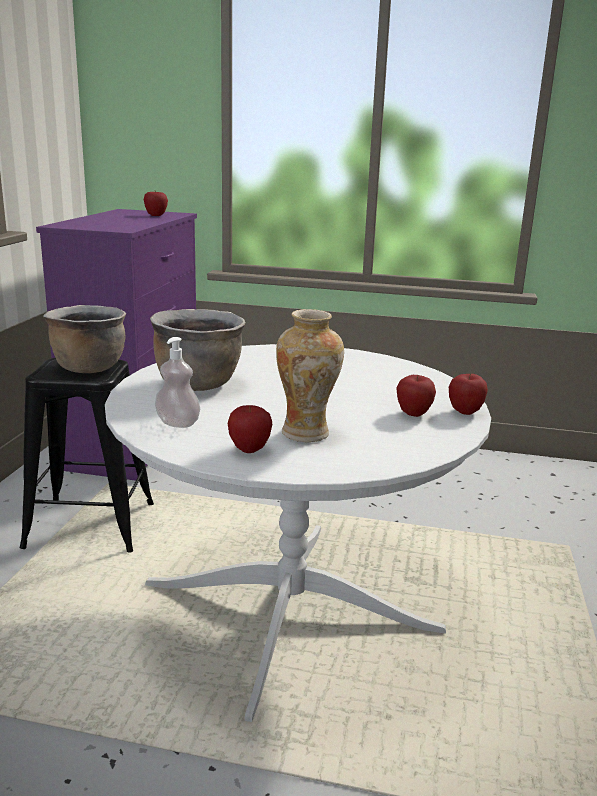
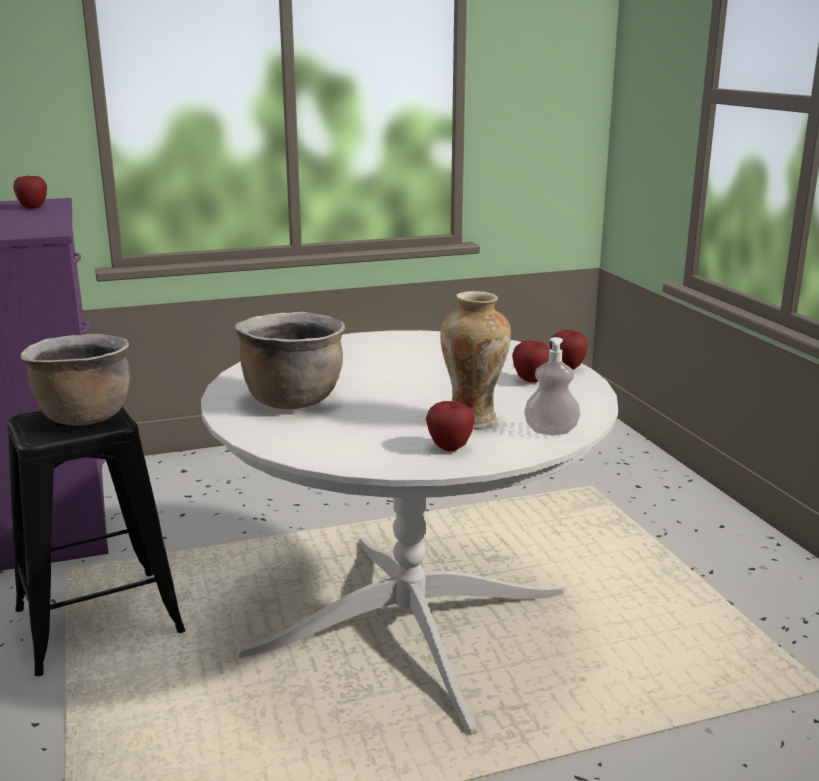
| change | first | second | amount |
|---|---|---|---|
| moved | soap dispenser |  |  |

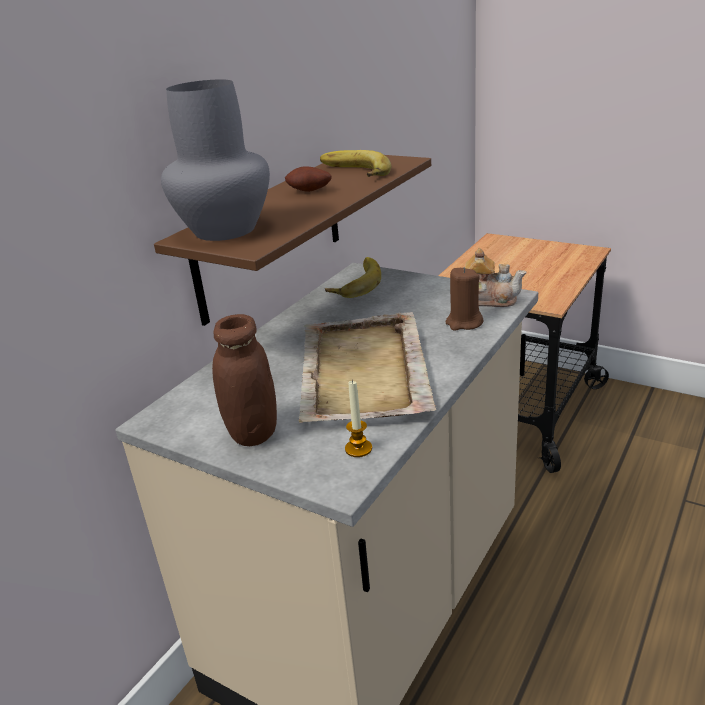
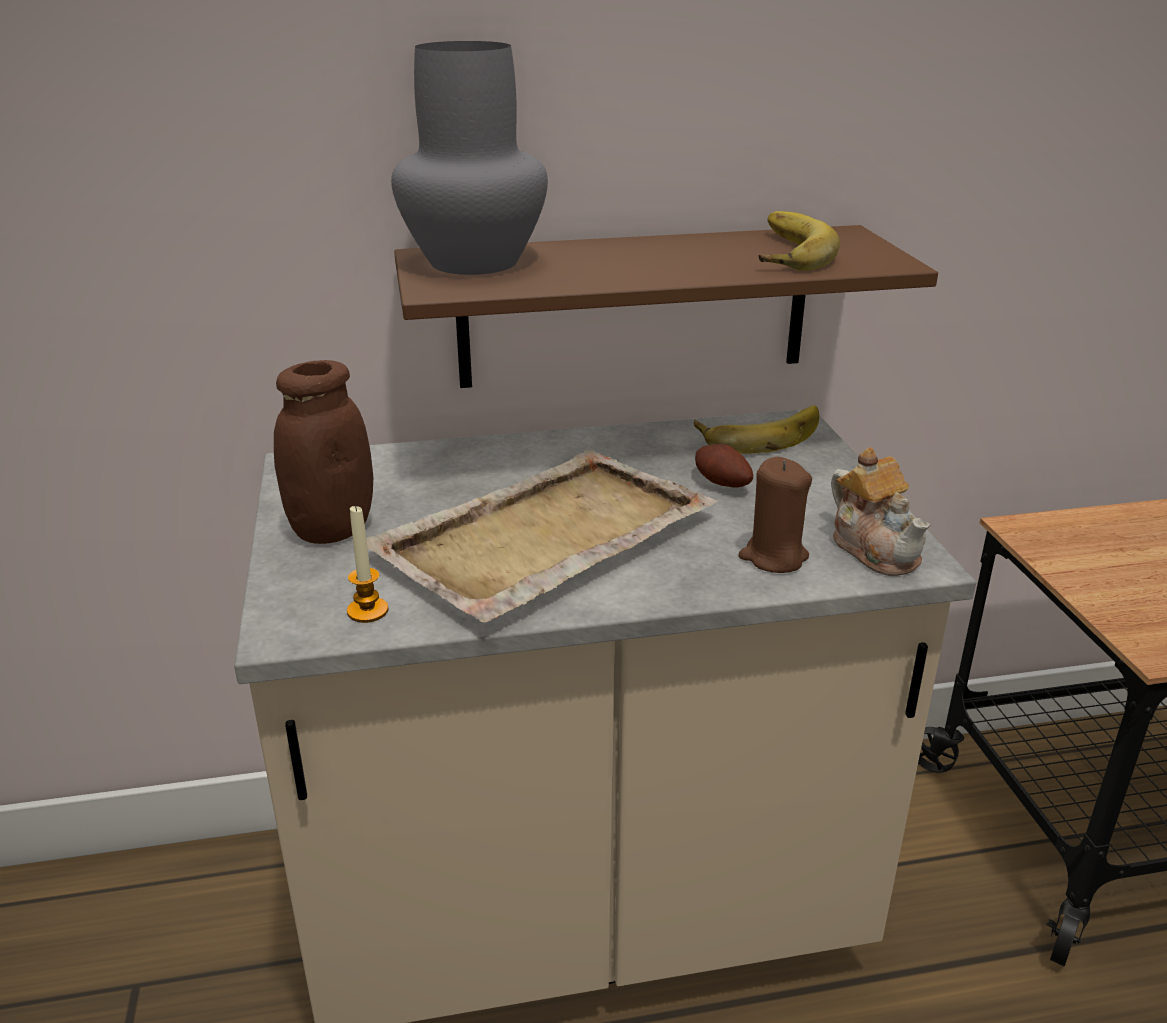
| change | first | second | amount |
|---|---|---|---|
| moved | spud |  |  |

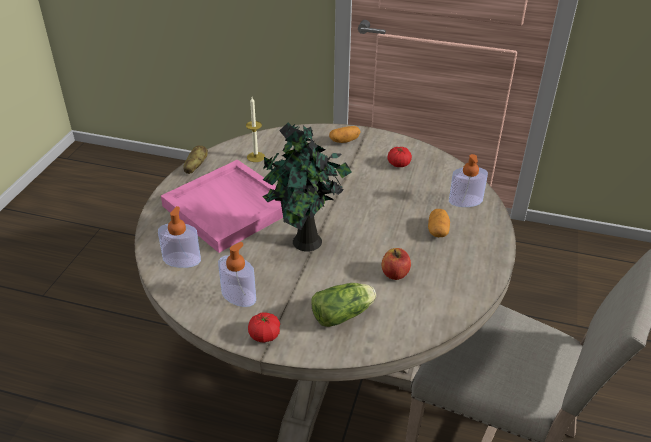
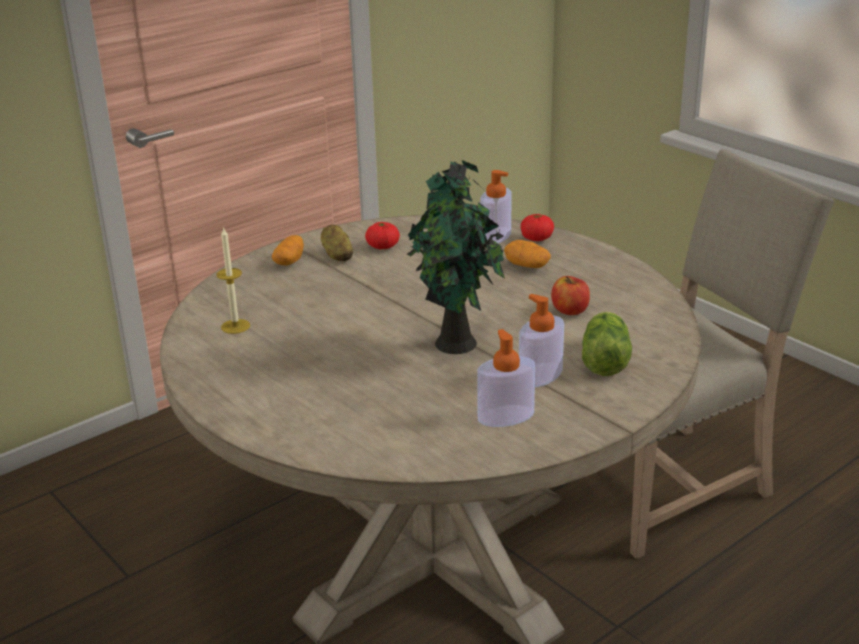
| change | first | second | amount |
|---|---|---|---|
| removed | carrying tray (pink) |  |  |
| moved | soap dispenser (1st from left in the first image) | soap dispenser (3rd from left) |  |
| moved | spud (1st from left in the first image) | spud (2nd from left) |  |
| moved | fresh tomato (1st from left in the first image) | fresh tomato (2nd from left) |  |

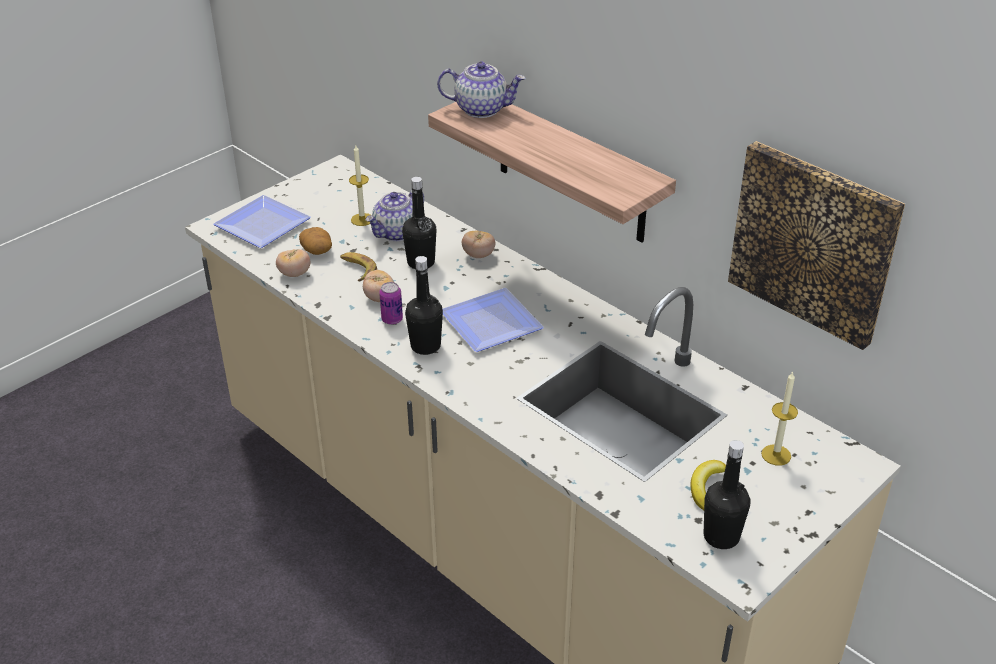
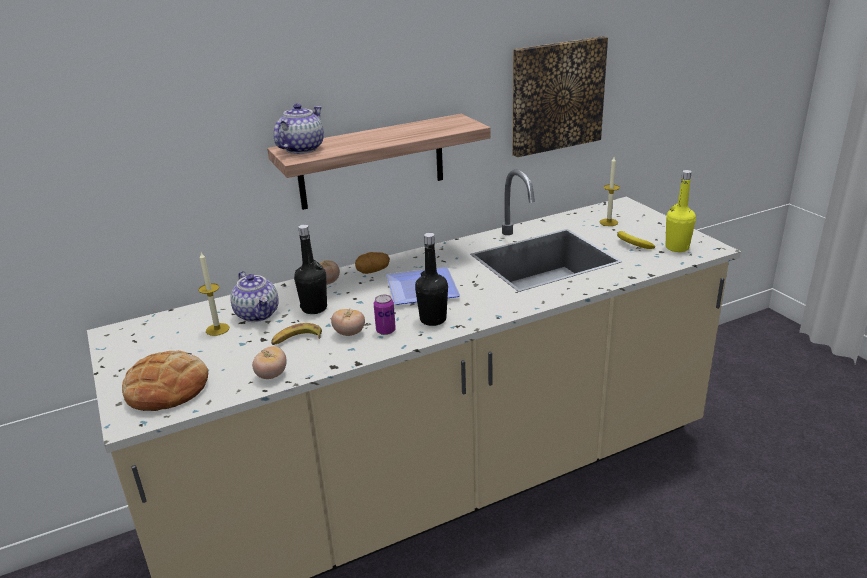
| change | first | second | amount |
|---|---|---|---|
| moved | spud |  |  |
| replaced | flat dish (1st from left) | bakery bread |  |
| recoloured | drink bottle (blackish) (3rd from left) | drink bottle (yellow) |  |

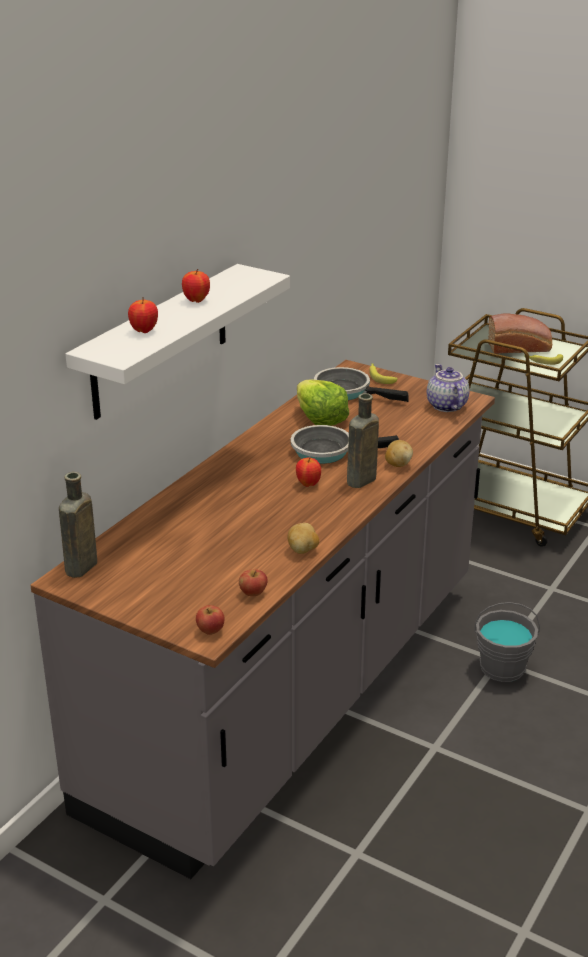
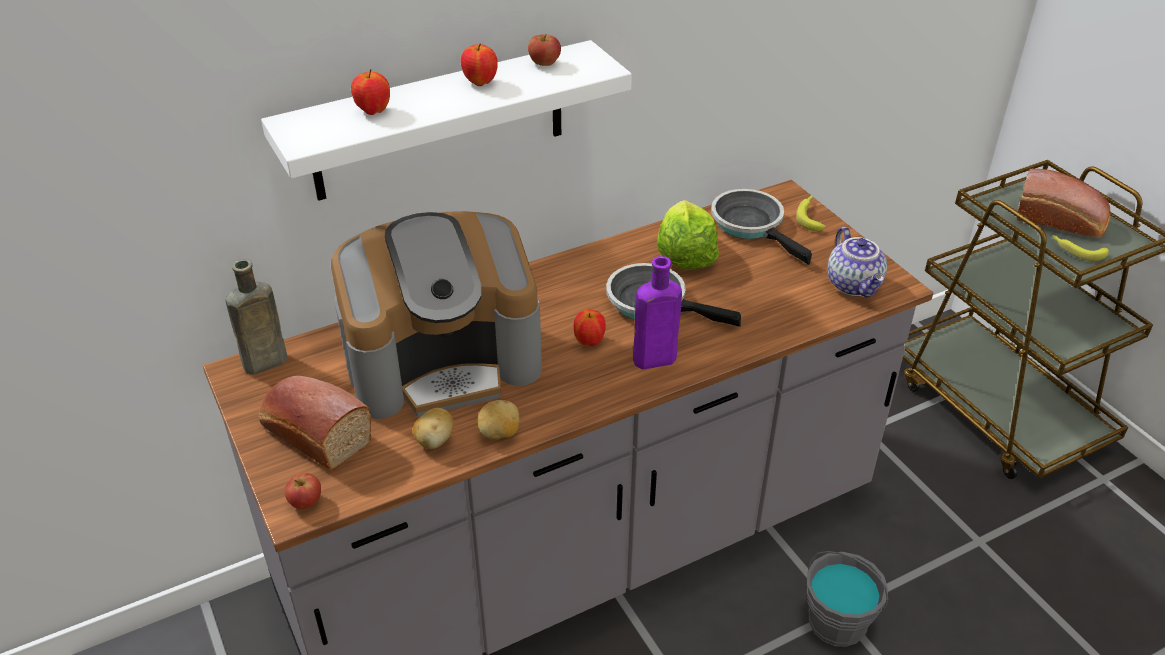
| change | first | second | amount |
|---|---|---|---|
| added |  | bakery bread (1st from left) |  |
| added |  | coffee maker |  |
| moved | whole apple (4th from left) |  |  |
| moved | spud (2nd from left in the first image) | spud (1st from left) |  |
| recoloured | drink bottle (brown-coloured) (2nd from left) | drink bottle (purplish) |  |
| turned | pot for tea |  | 150 degrees clockwise |

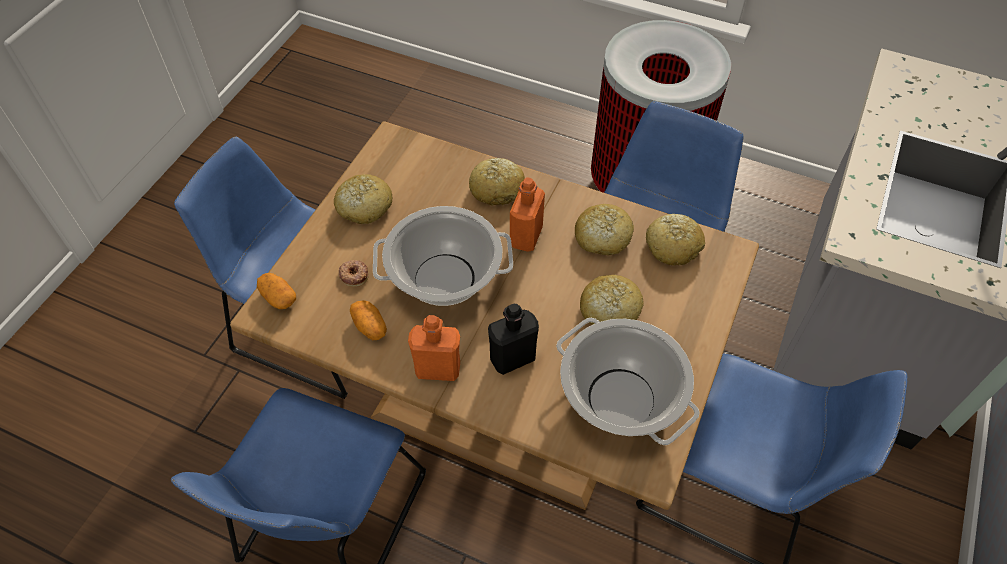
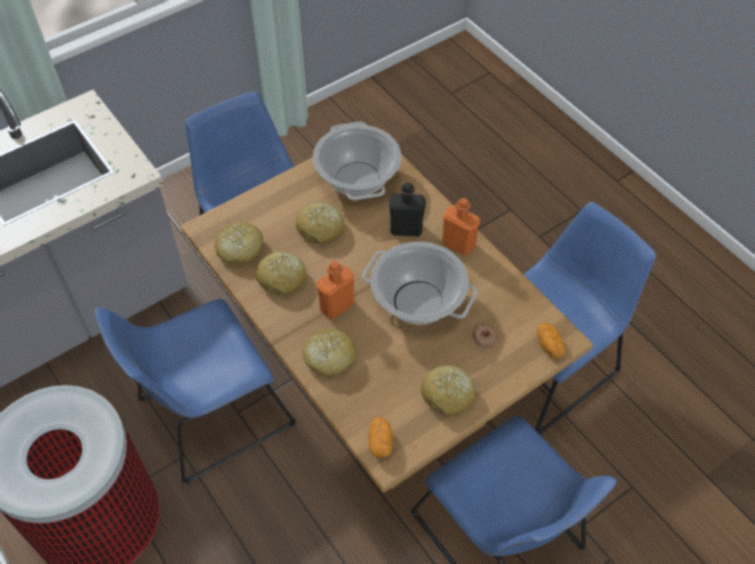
| change | first | second | amount |
|---|---|---|---|
| moved | spud (2nd from left in the first image) | spud (1st from left) |  |

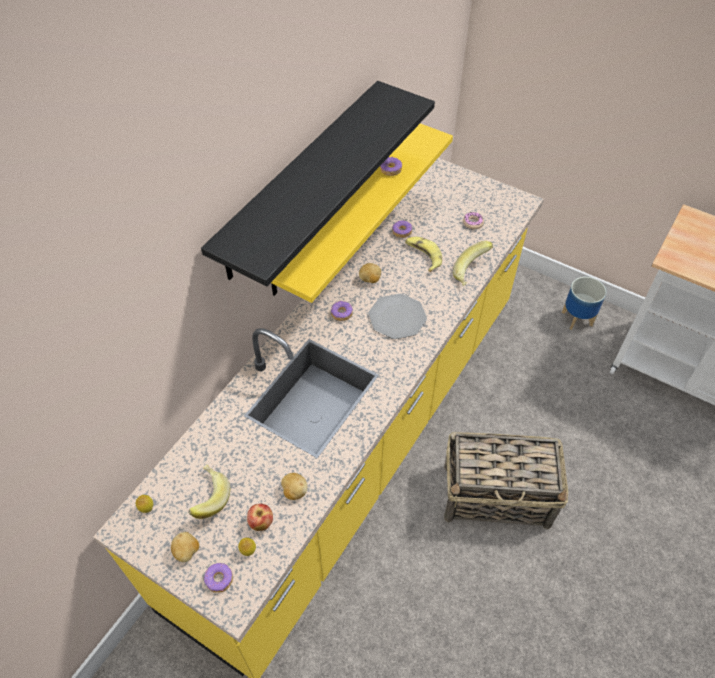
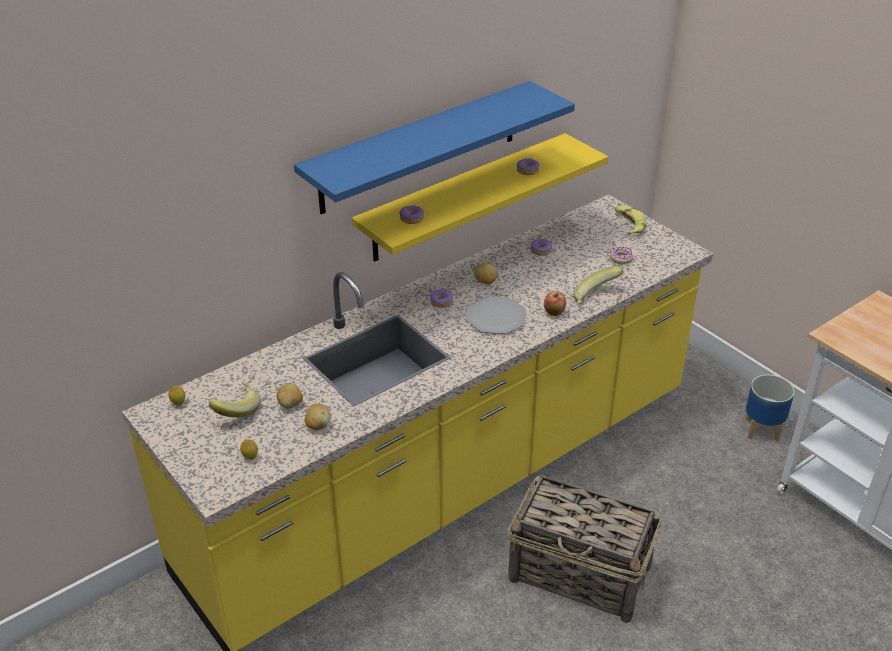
| change | first | second | amount |
|---|---|---|---|
| moved | spud (1st from left) |  |  |
| moved | donut (1st from left) |  |  |
| moved | whole apple |  |  |
| moved | whole banana (2nd from left in the first image) | whole banana (3rd from left) |  |
| recoloured | bracket shelf (blackish) | bracket shelf (bluish) |  |

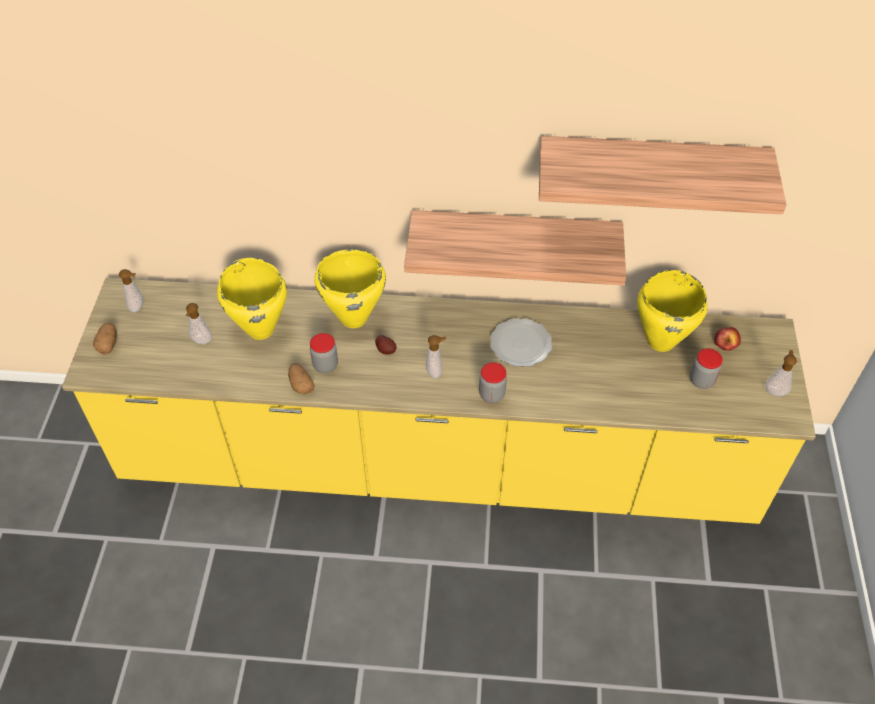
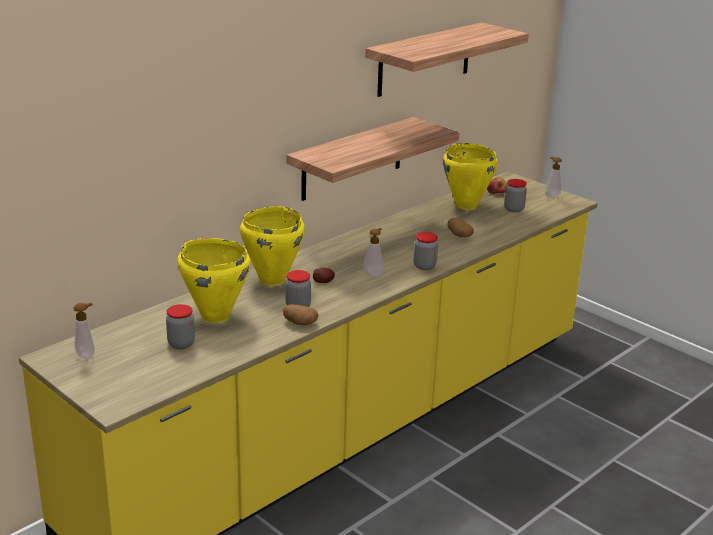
| change | first | second | amount |
|---|---|---|---|
| removed | flat dish |  |  |
| moved | spud (1st from left in the first image) | spud (3rd from left) |  |
| replaced | soap dispenser (2nd from left) | preserve jar (1st from left) |  |

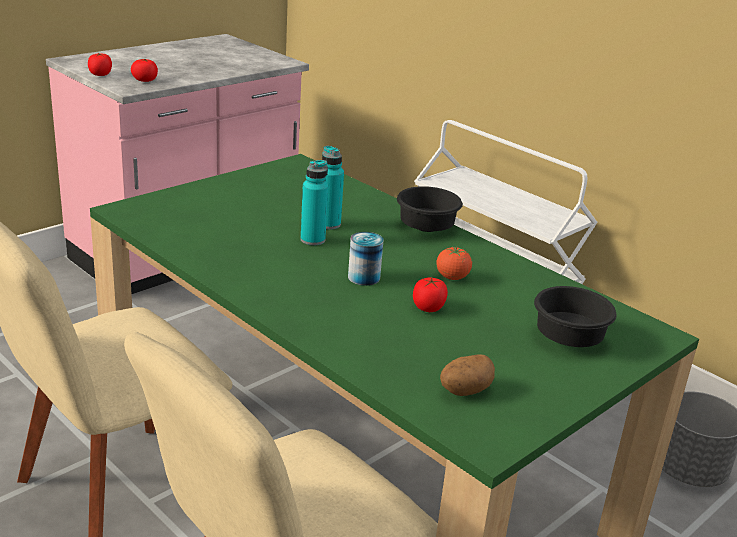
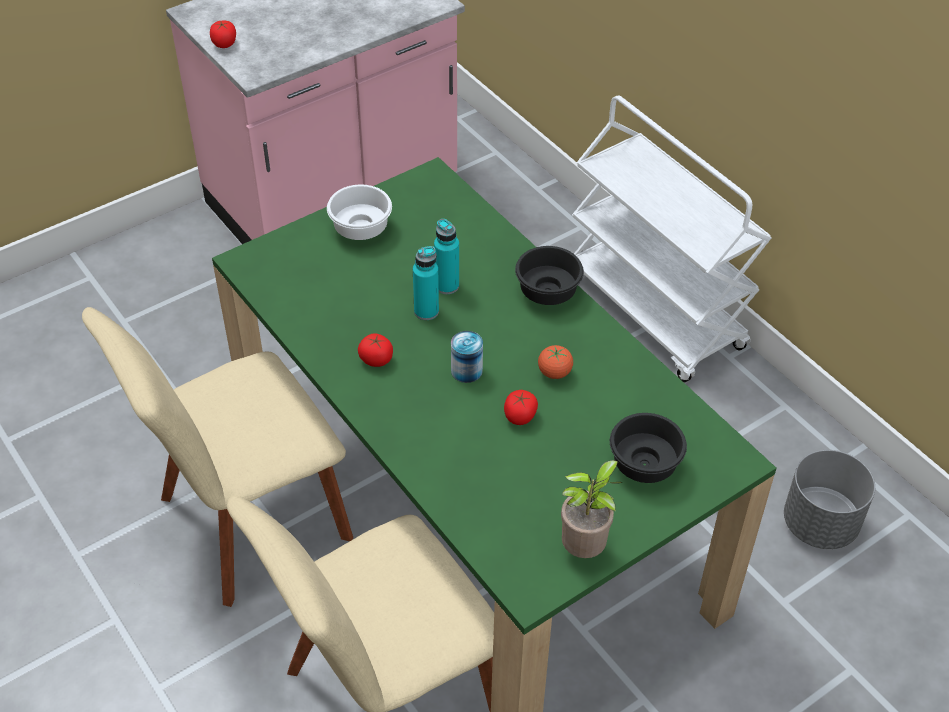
| change | first | second | amount |
|---|---|---|---|
| removed | spud |  |  |
| added |  | serving bowl (white) |  |
| added |  | houseplant |  |
| moved | fresh tomato (2nd from left) |  |  |

